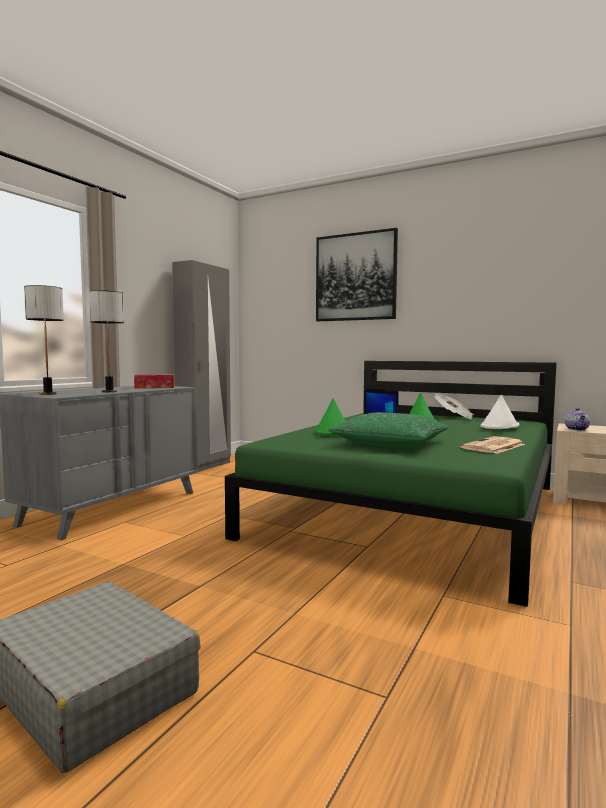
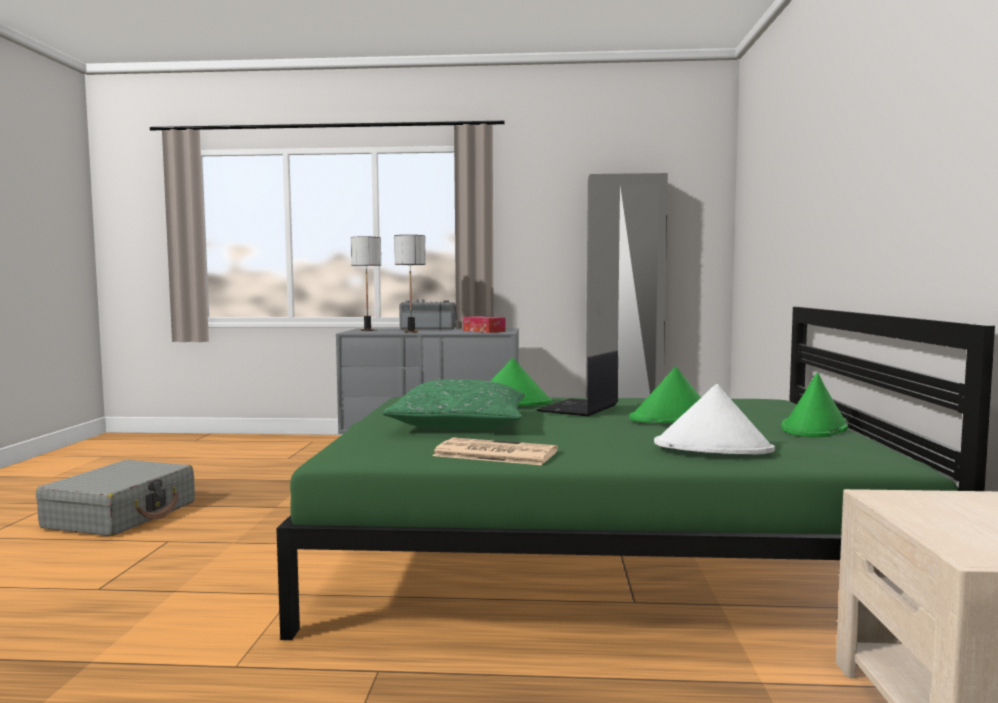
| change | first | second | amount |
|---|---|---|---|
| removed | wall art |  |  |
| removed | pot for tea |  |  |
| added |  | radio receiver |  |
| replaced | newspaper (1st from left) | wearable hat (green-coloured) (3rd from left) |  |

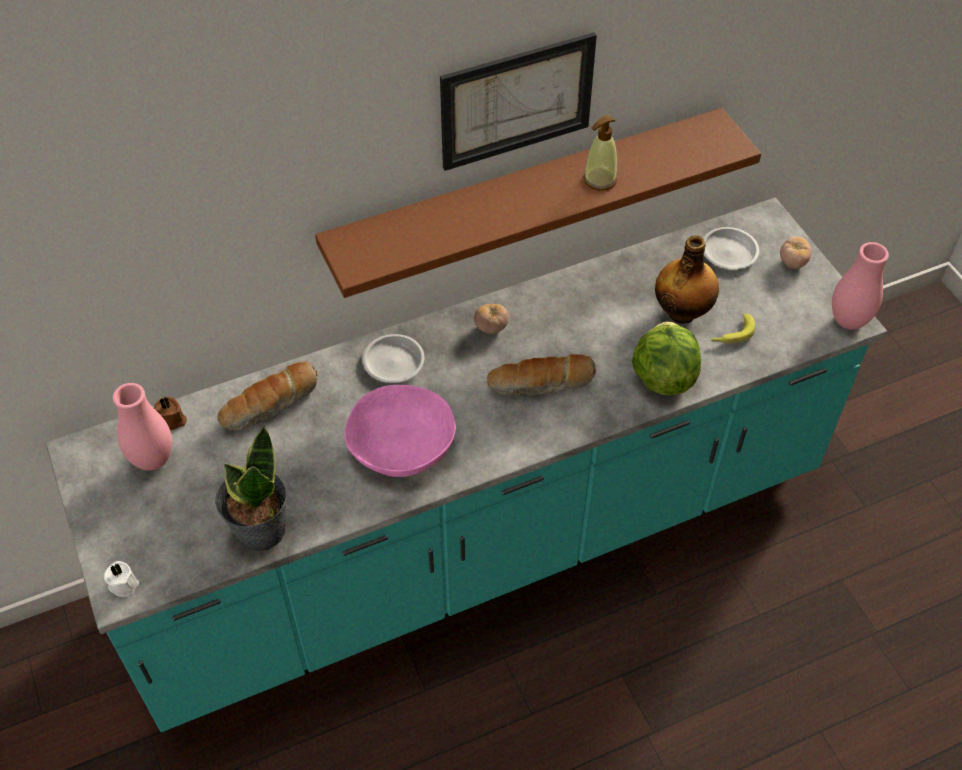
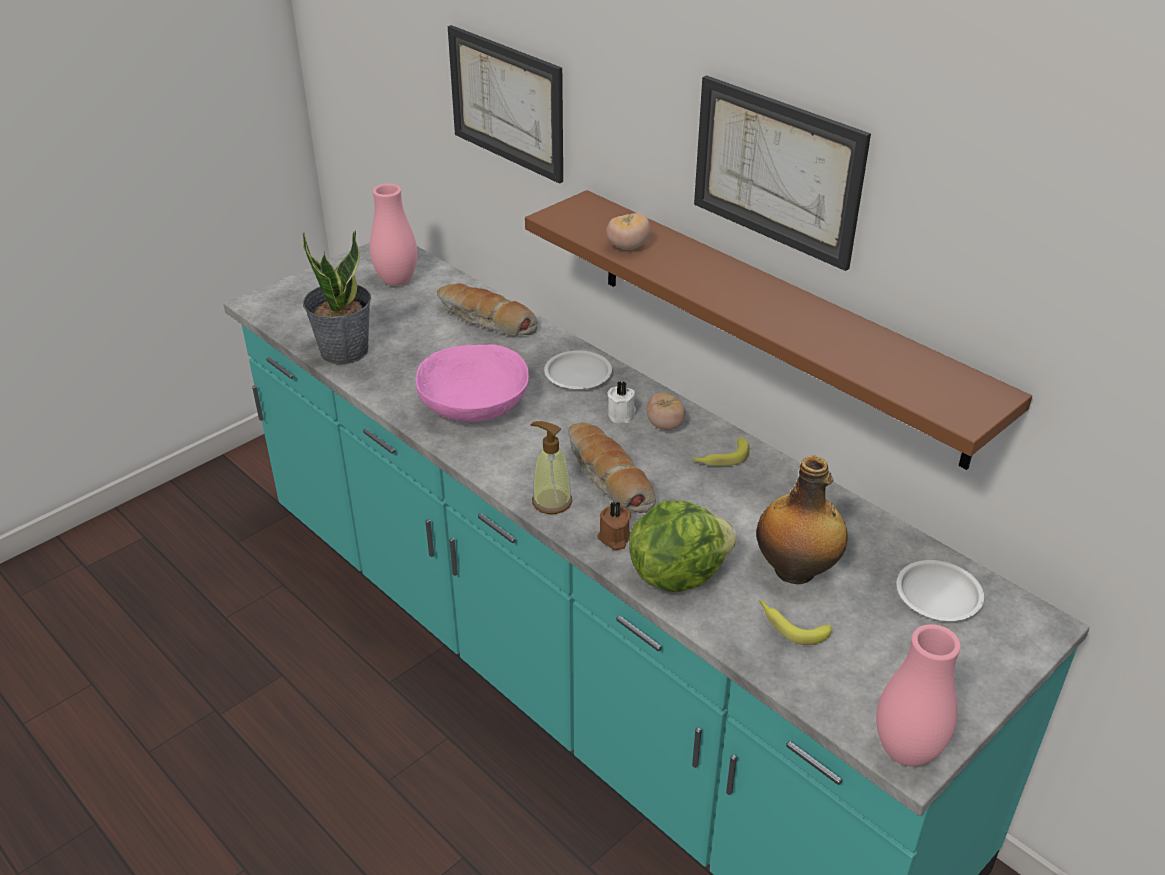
| change | first | second | amount |
|---|---|---|---|
| added |  | wall art (1st from left) |  |
| added |  | whole banana (1st from left) |  |
| moved | wax light (white) |  |  |
| moved | wax light (brown-coloured) |  |  |
| moved | soap dispenser |  |  |
| moved | fresh tomato (2nd from left in the first image) | fresh tomato (1st from left) |  |

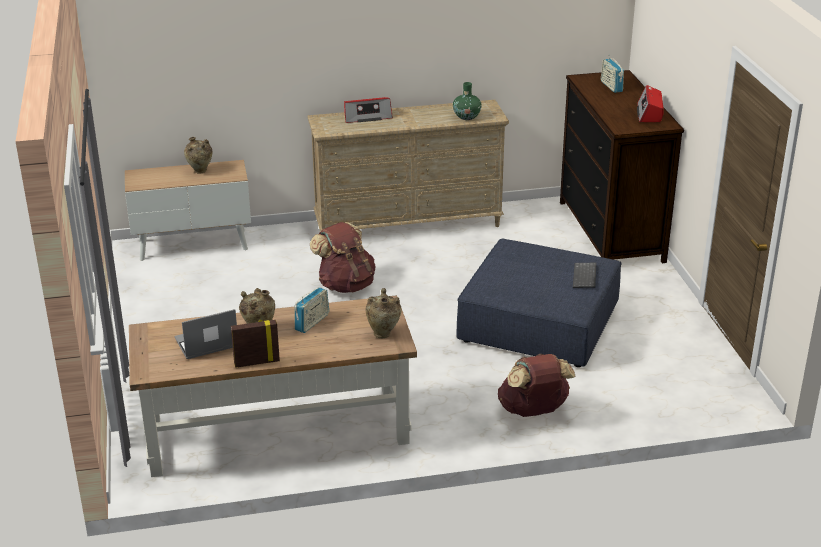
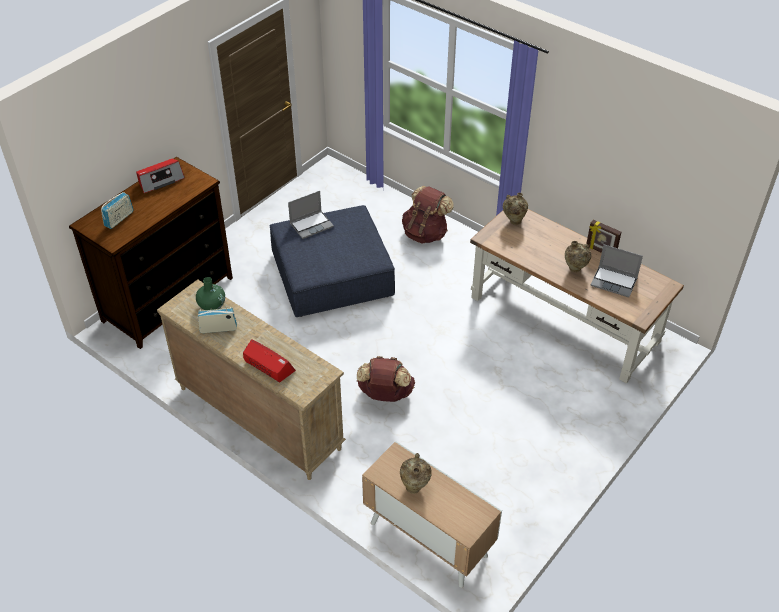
| change | first | second | amount |
|---|---|---|---|
| moved | radio receiver (1st from left in the first image) | radio receiver (3rd from left) |  |
| replaced | computer keyboard | portable computer (1st from left) |  |

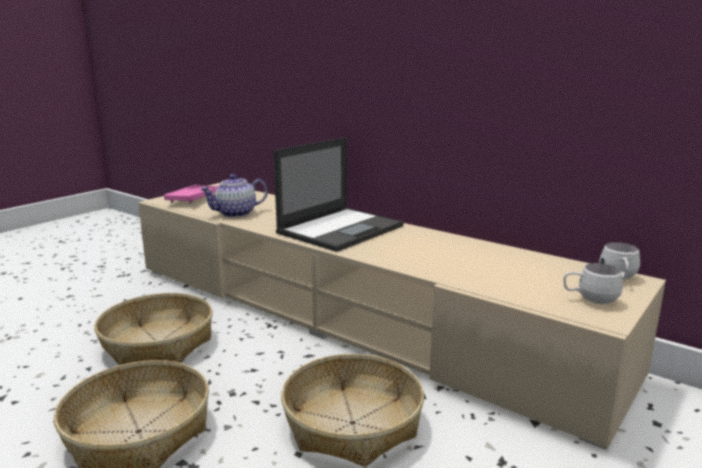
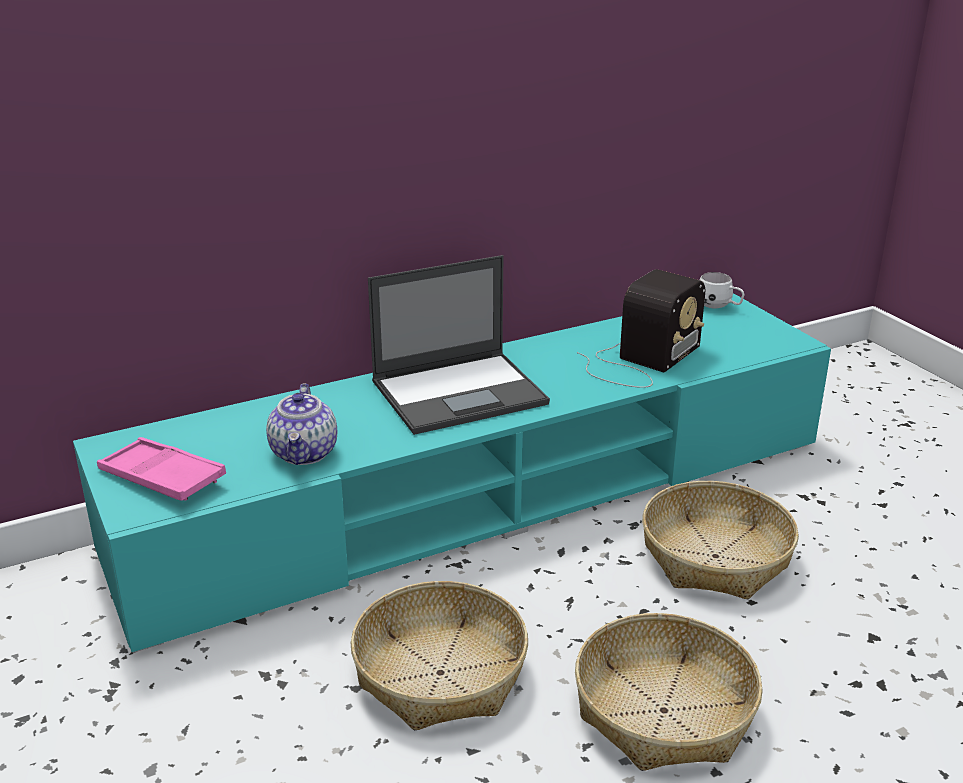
| change | first | second | amount |
|---|---|---|---|
| removed | tea mug (white) (1st from left) |  |  |
| added |  | radio receiver |  |
| recoloured | tv stand (beige) | tv stand (turquoise-coloured) |  |
| turned | portable computer |  | 90 degrees clockwise |

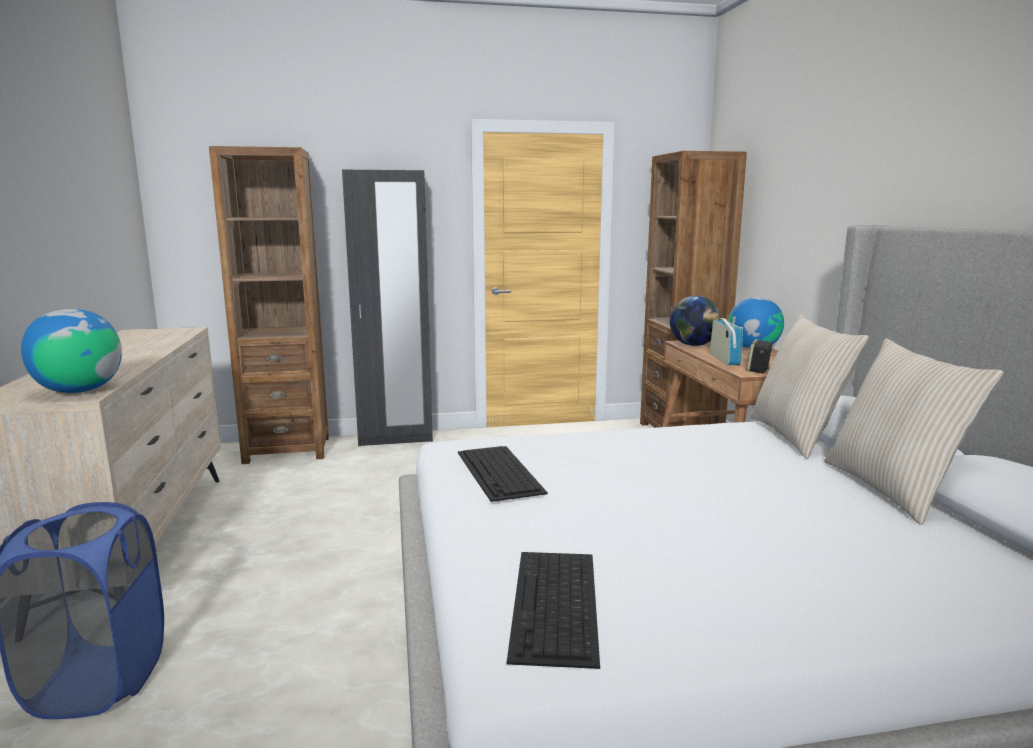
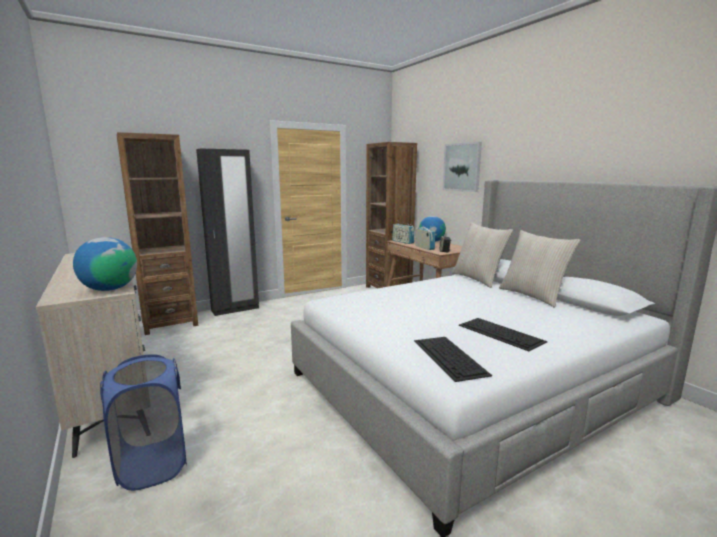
| change | first | second | amount |
|---|---|---|---|
| added |  | wall art |  |
| moved | computer keyboard (1st from left in the first image) | computer keyboard (2nd from left) |  |
| replaced | globe (2nd from left) | radio receiver (1st from left) |  |

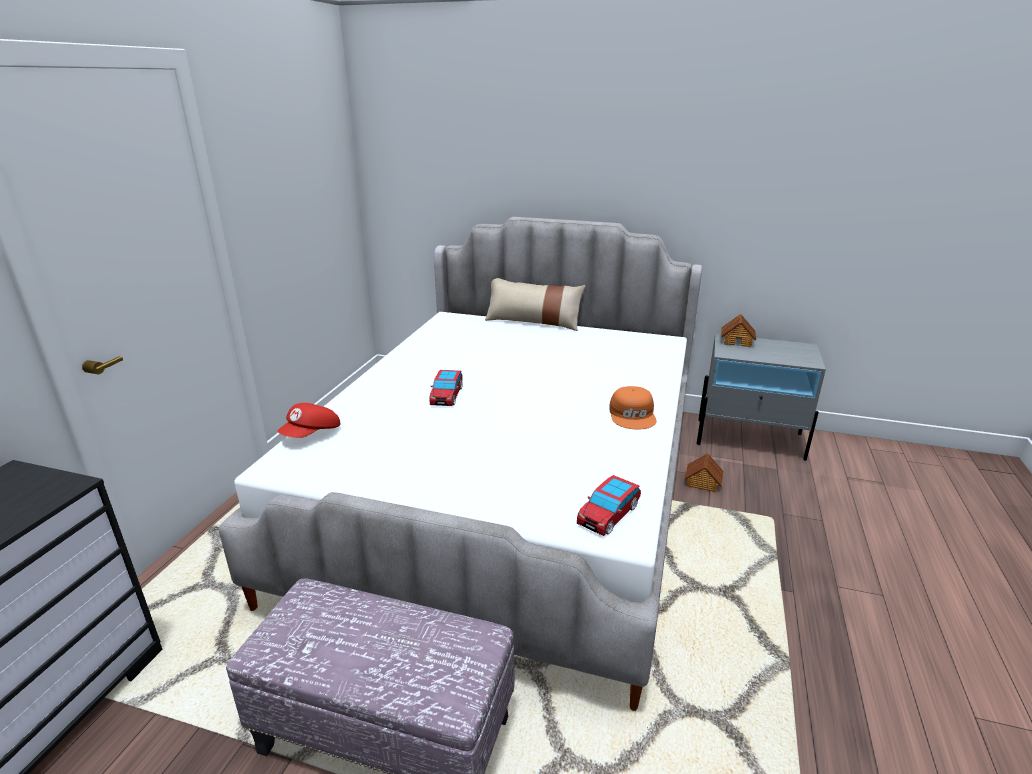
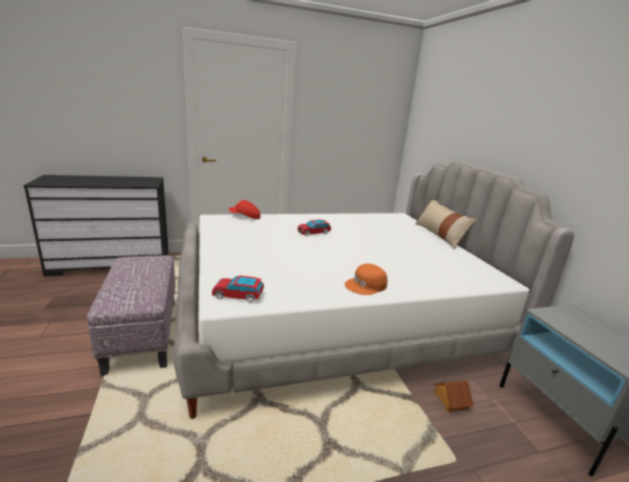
| change | first | second | amount |
|---|---|---|---|
| removed | model house (2nd from left) |  |  |

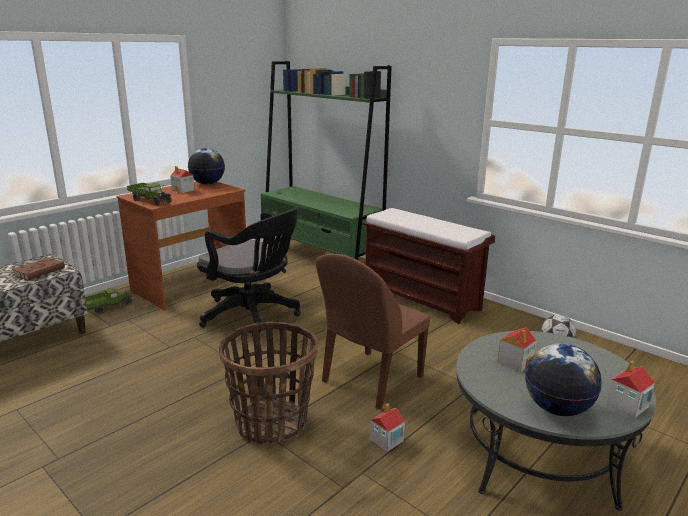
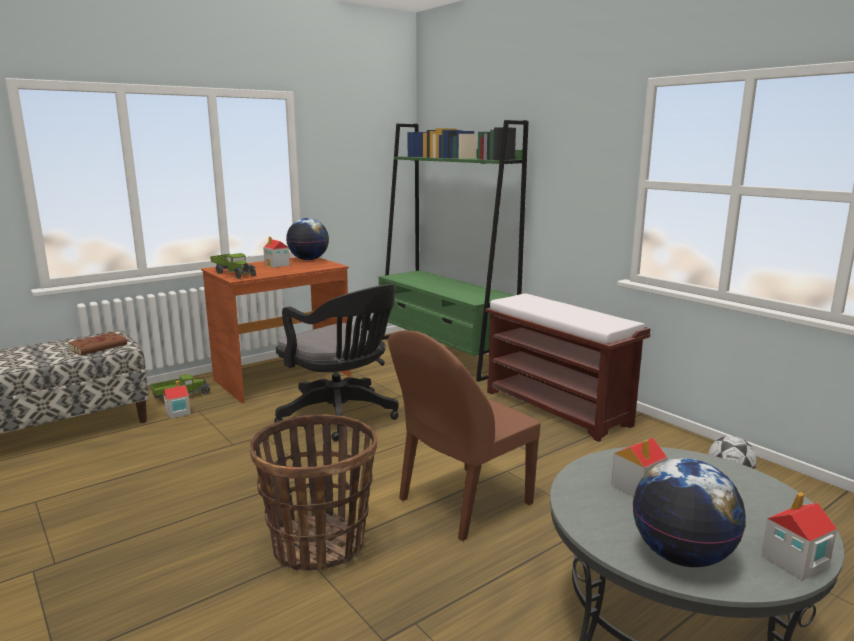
| change | first | second | amount |
|---|---|---|---|
| moved | model house (2nd from left in the first image) | model house (1st from left) |  |

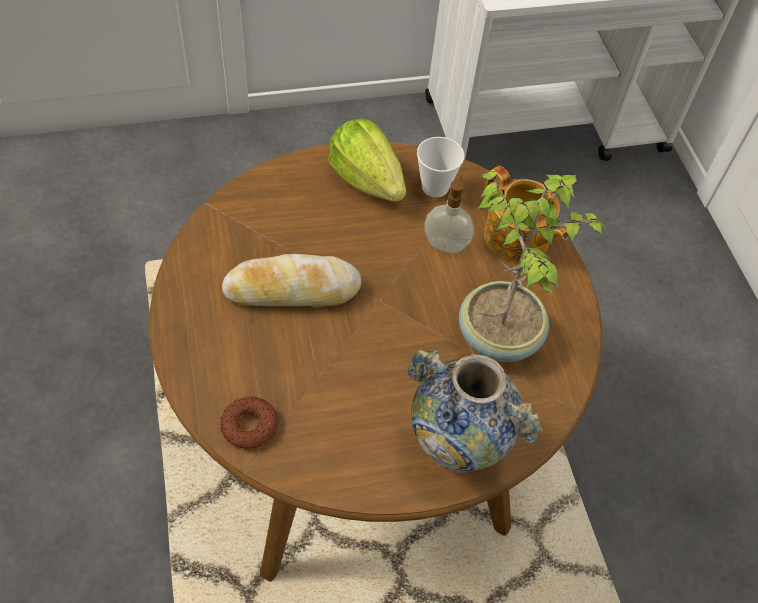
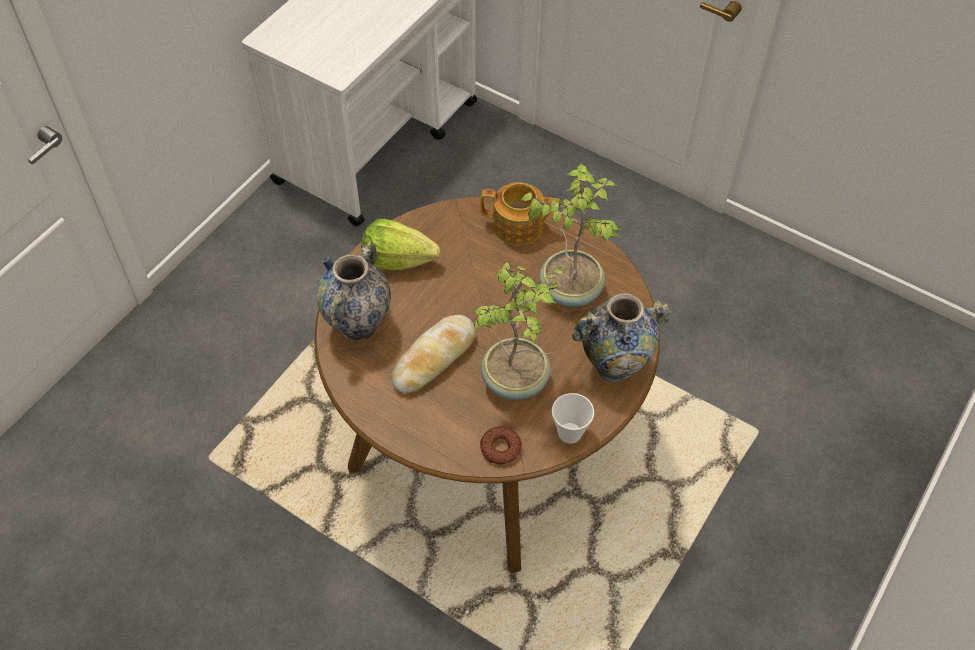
| change | first | second | amount |
|---|---|---|---|
| removed | soap dispenser |  |  |
| added |  | decorative vase (1st from left) |  |
| added |  | houseplant (1st from left) |  |
| moved | cup |  |  |

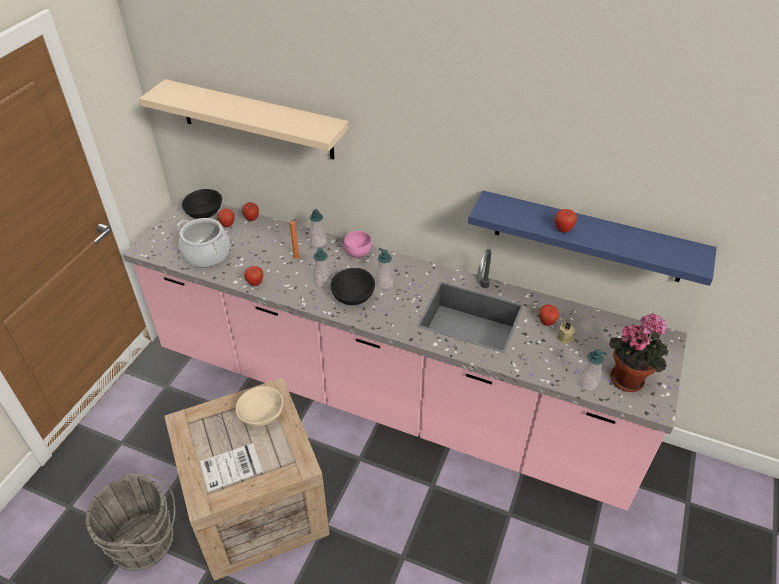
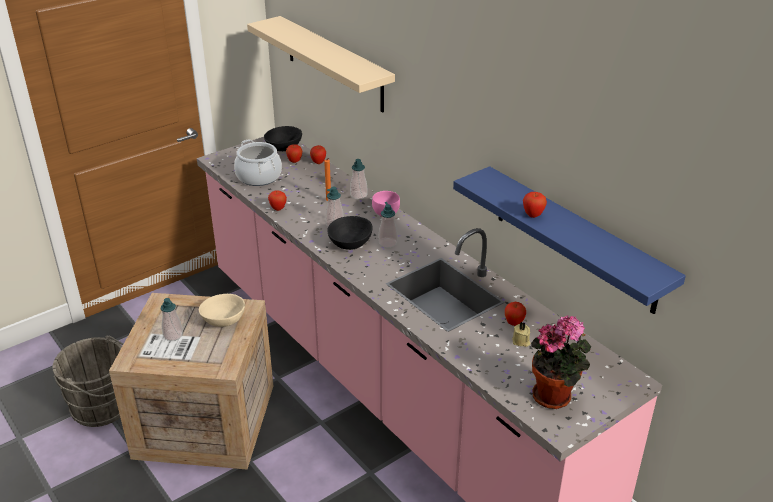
| change | first | second | amount |
|---|---|---|---|
| moved | soap dispenser (4th from left in the first image) | soap dispenser (1st from left) |  |

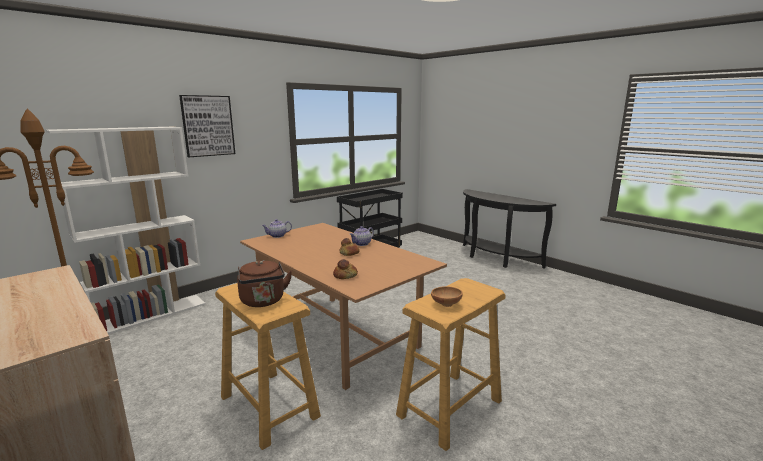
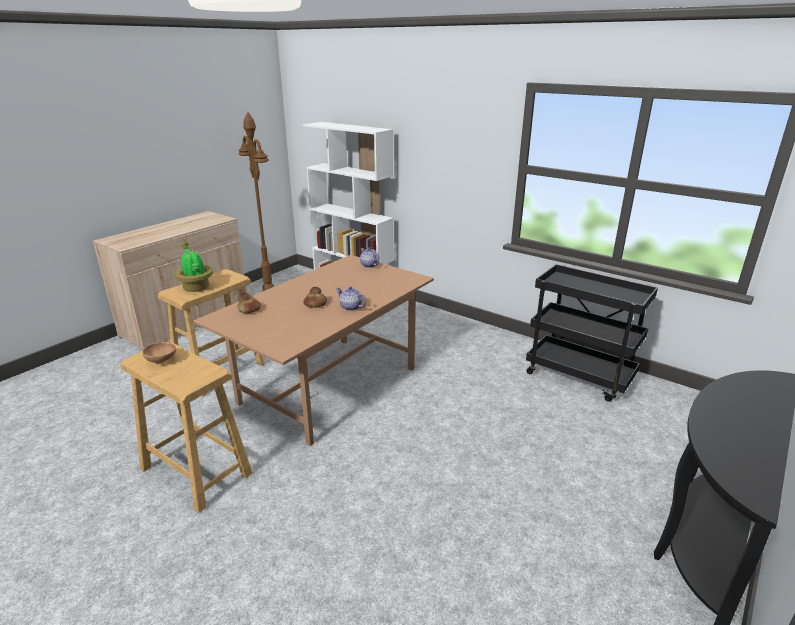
| change | first | second | amount |
|---|---|---|---|
| removed | wall art |  |  |
| replaced | water kettle (brown-coloured) | houseplant |  |

